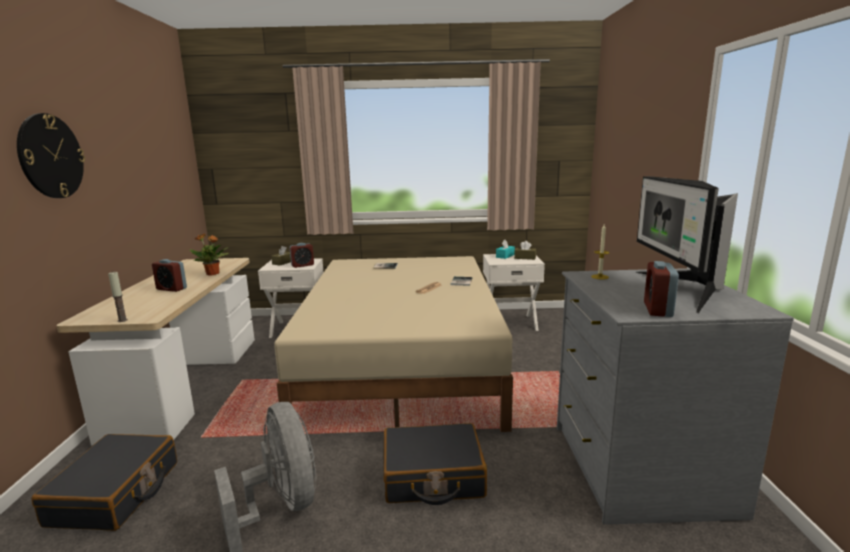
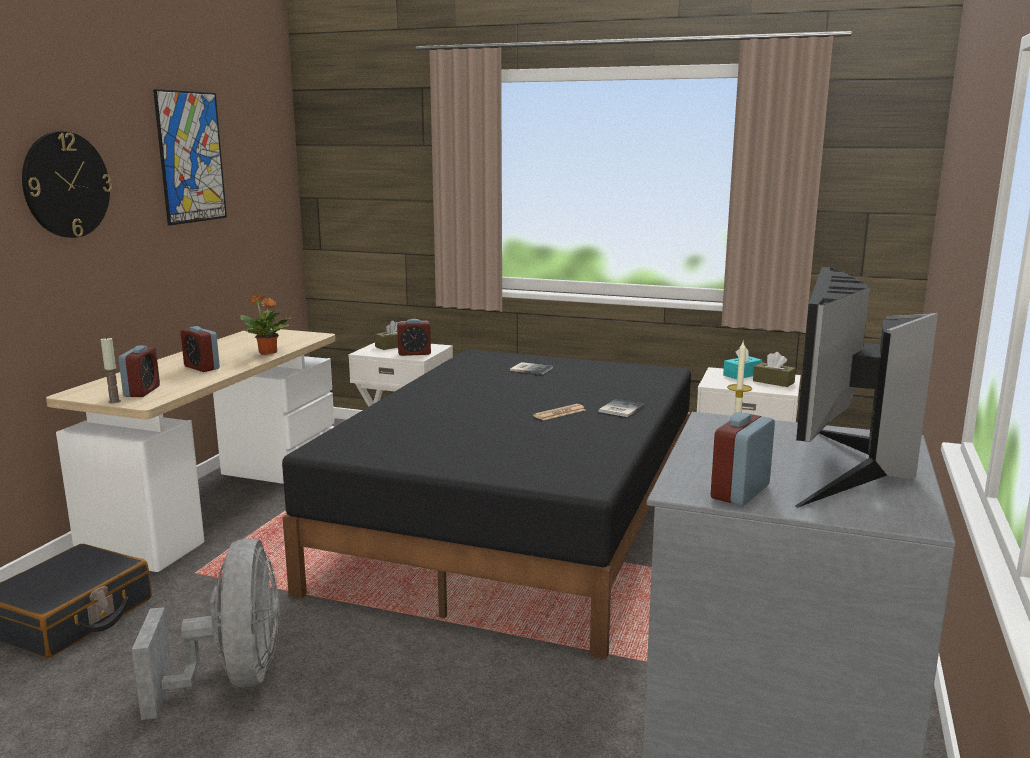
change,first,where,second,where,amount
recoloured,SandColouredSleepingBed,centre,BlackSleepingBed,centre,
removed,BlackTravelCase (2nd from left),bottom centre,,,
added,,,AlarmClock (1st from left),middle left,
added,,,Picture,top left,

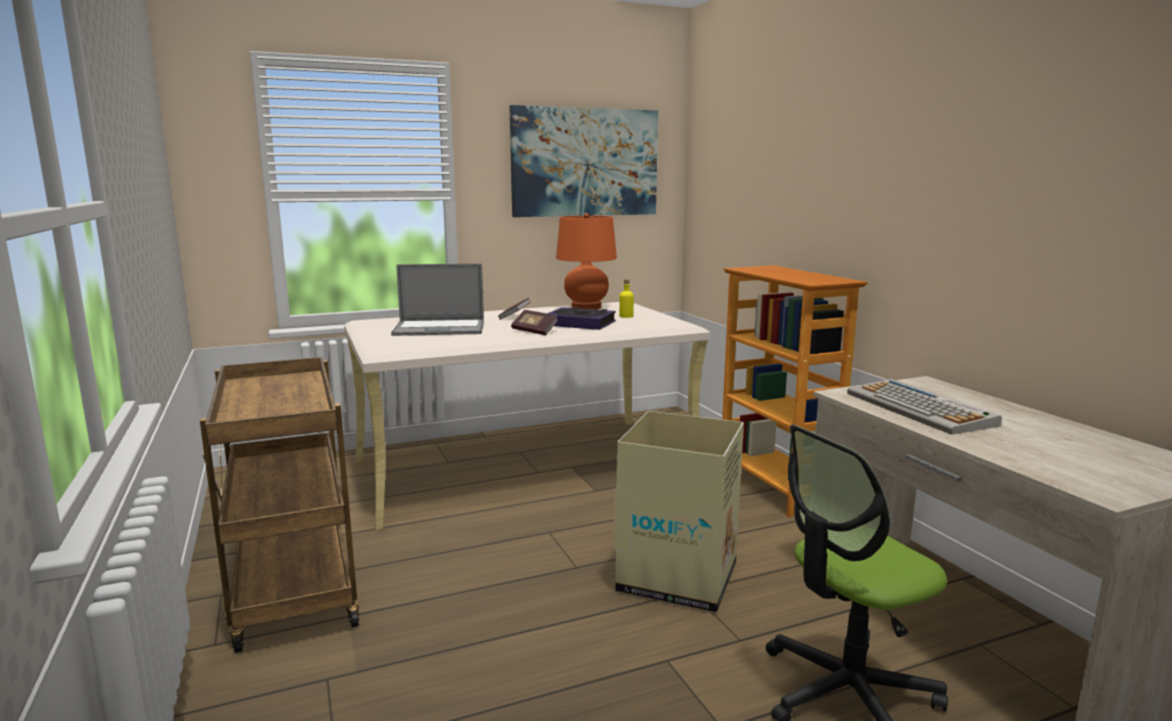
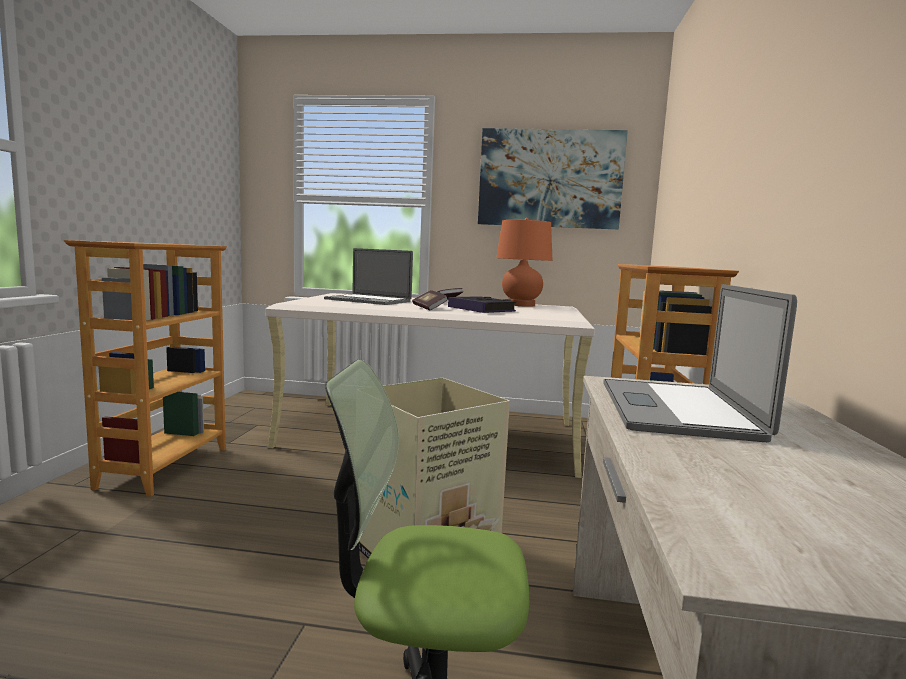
change,first,where,second,where,amount
replaced,BrownishTrolley,bottom left,ShelvingUnit (1st from left),middle left,
removed,YellowColouredDrinkBottle,centre,,,
replaced,ComputerKeyboard,middle right,Laptop (2nd from left),middle right,

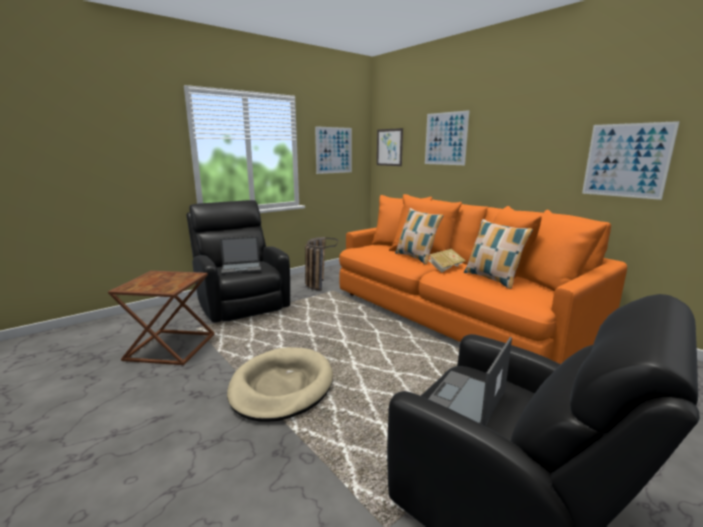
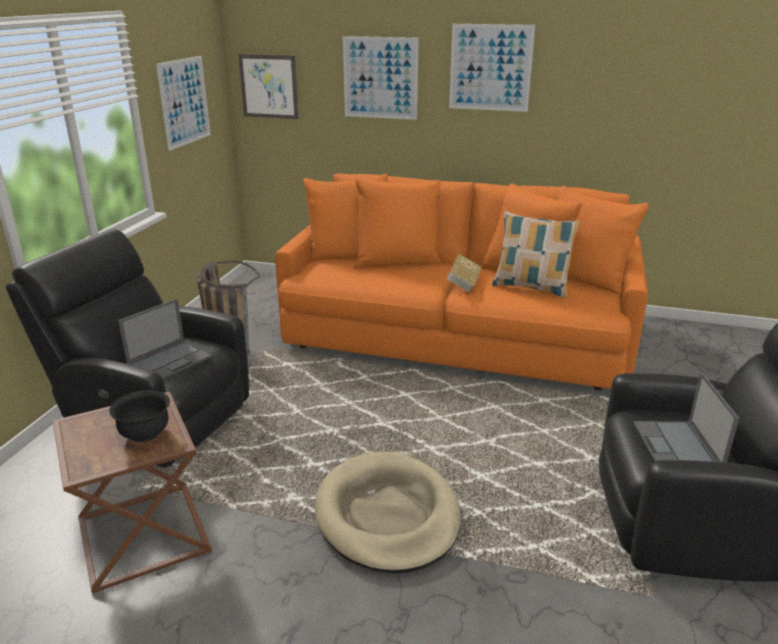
change,first,where,second,where,amount
removed,Cushion (1st from left),centre,,,
moved,Picture (4th from left),top right,,top centre,
added,,,BlackBowl,middle left,

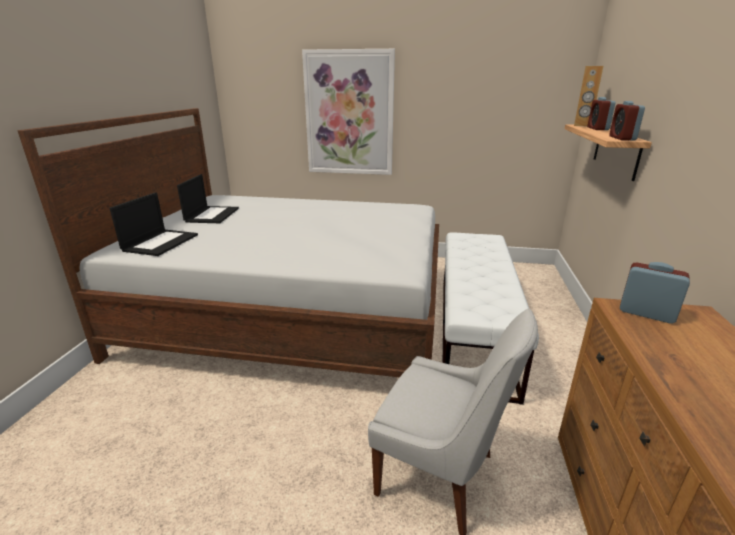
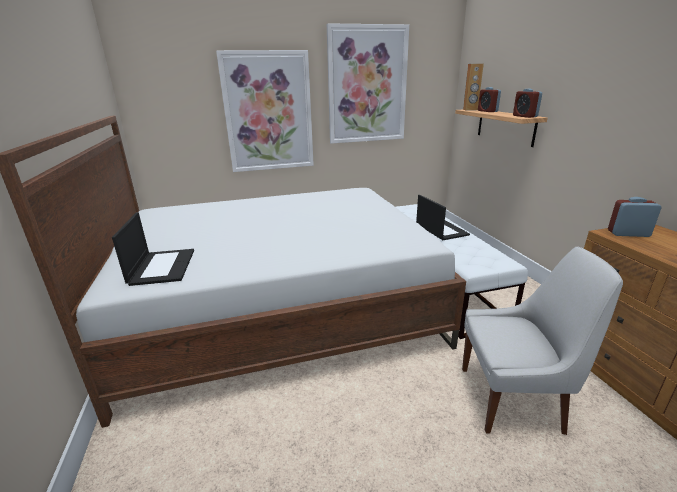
change,first,where,second,where,amount
moved,Laptop (2nd from left),middle left,,centre,
added,,,Picture (2nd from left),top centre,

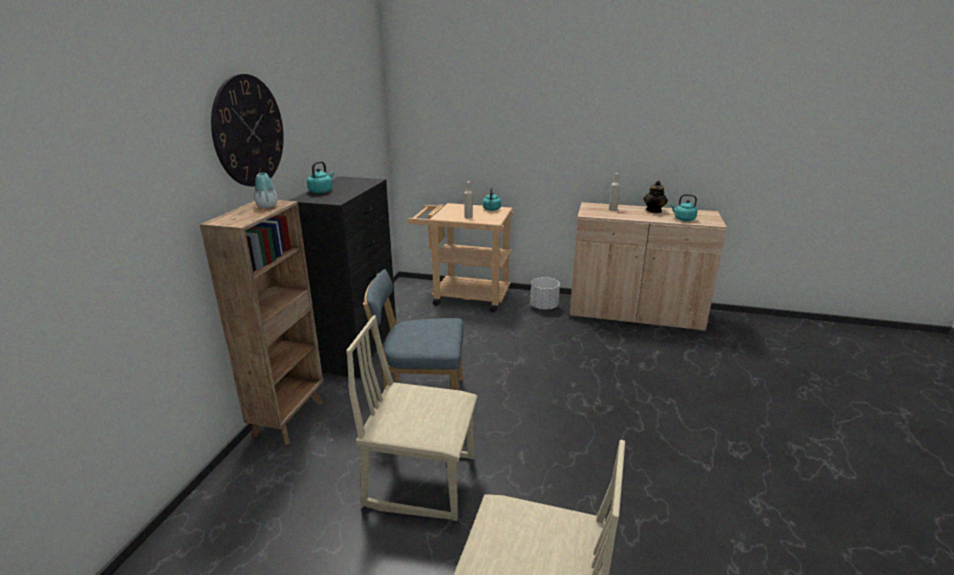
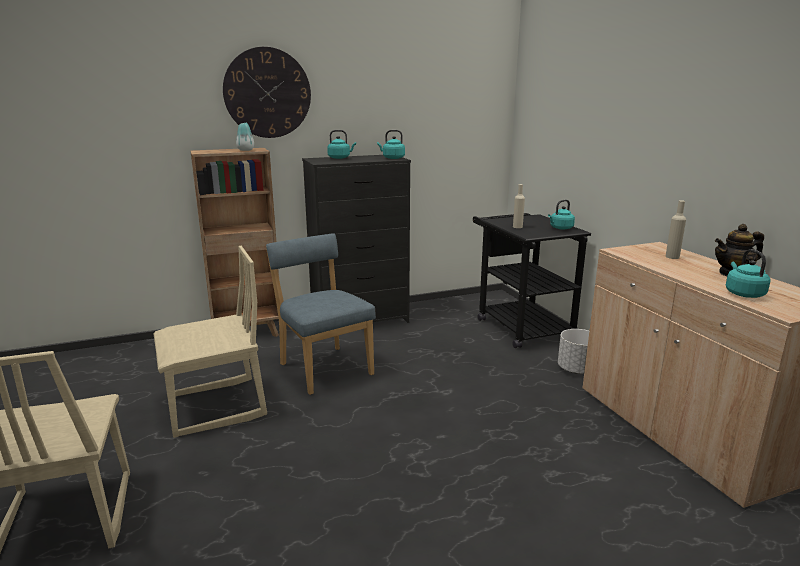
change,first,where,second,where,amount
turned,SandColouredPlainChair (1st from left in the first image),bottom centre,SandColouredPlainChair (2nd from left),middle left,90 degrees clockwise
recoloured,SandColouredTrolley,centre,BlackTrolley,centre,
added,,,TurquoiseTeaKettle (2nd from left),top centre,

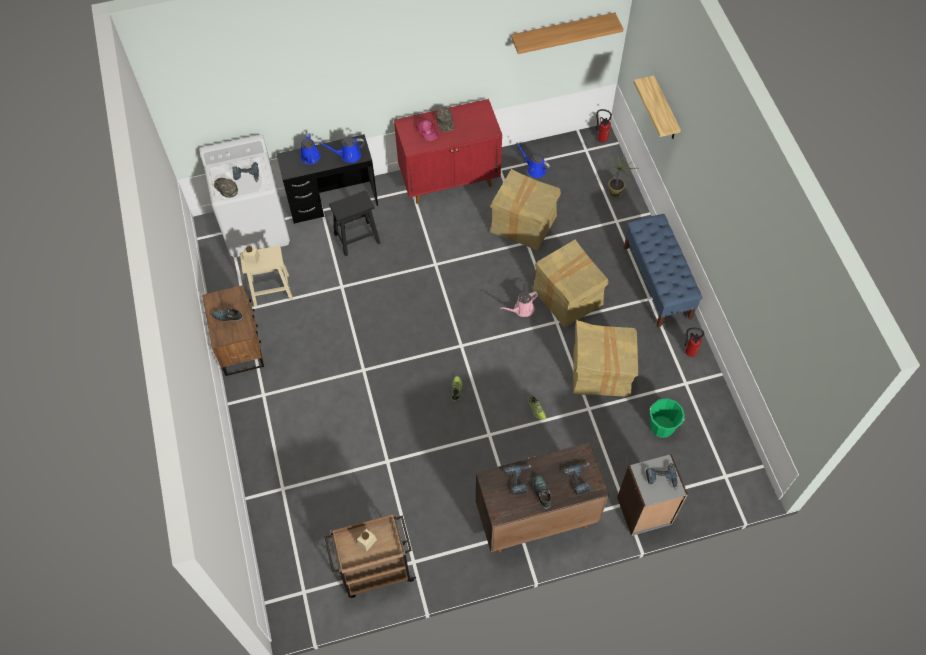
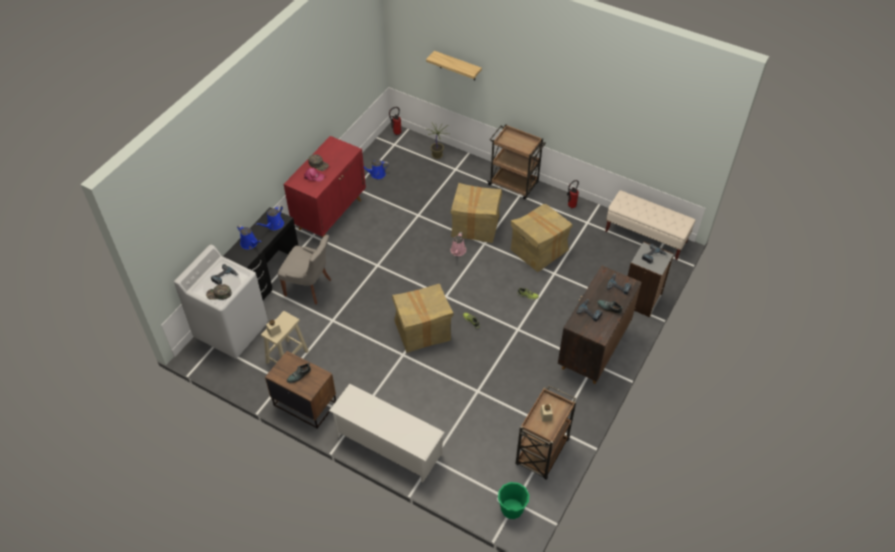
change,first,where,second,where,amount
replaced,BlackStool,centre,GrayPlainChair,centre,
moved,CardboardBox (1st from left),top centre,,centre,
removed,BracketShelf (1st from left),top centre,,,
replaced,BlueBench,middle right,BrownishTrolley (1st from left),top centre,
moved,GreenishBucket,middle right,,bottom centre,
added,,,WhiteColouredShoeShelf,bottom centre,
added,,,SandColouredBench,middle right,

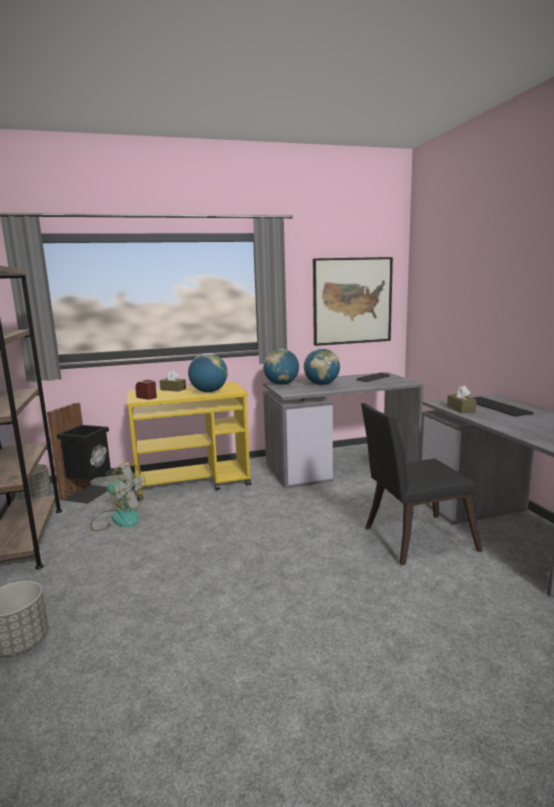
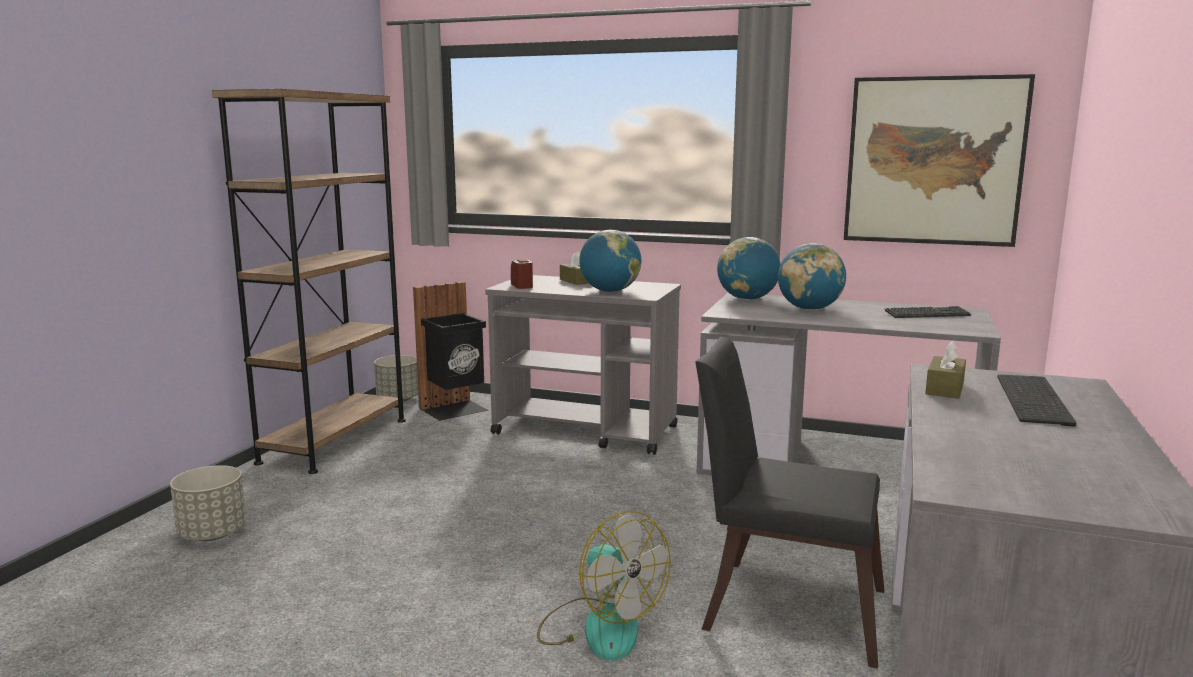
change,first,where,second,where,amount
moved,CoolingFan,middle left,,bottom centre,
recoloured,YellowColouredTrolley,centre,GrayTrolley,centre,

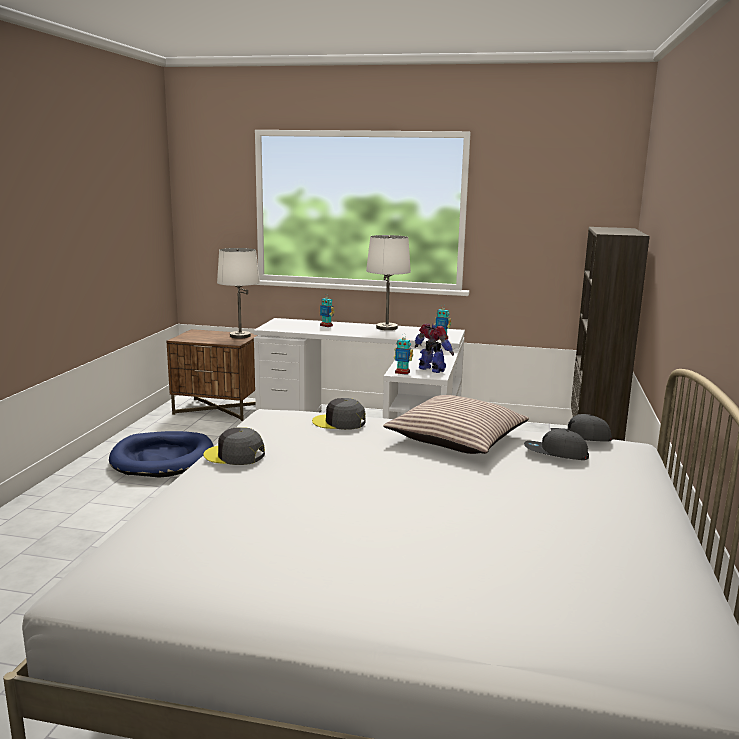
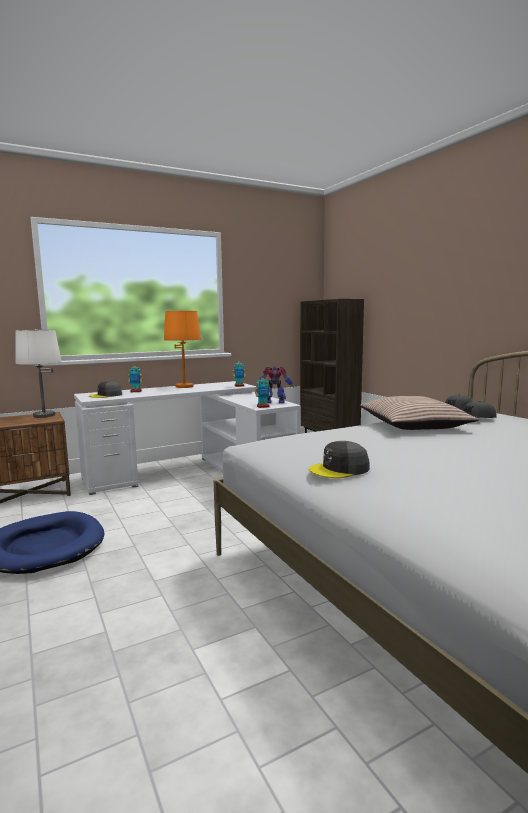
change,first,where,second,where,amount
moved,GrayPeakedCap (2nd from left in the first image),centre,GrayPeakedCap (1st from left),middle left,
recoloured,WhiteColouredTableLamp (2nd from left),centre,OrangeColouredTableLamp,centre,

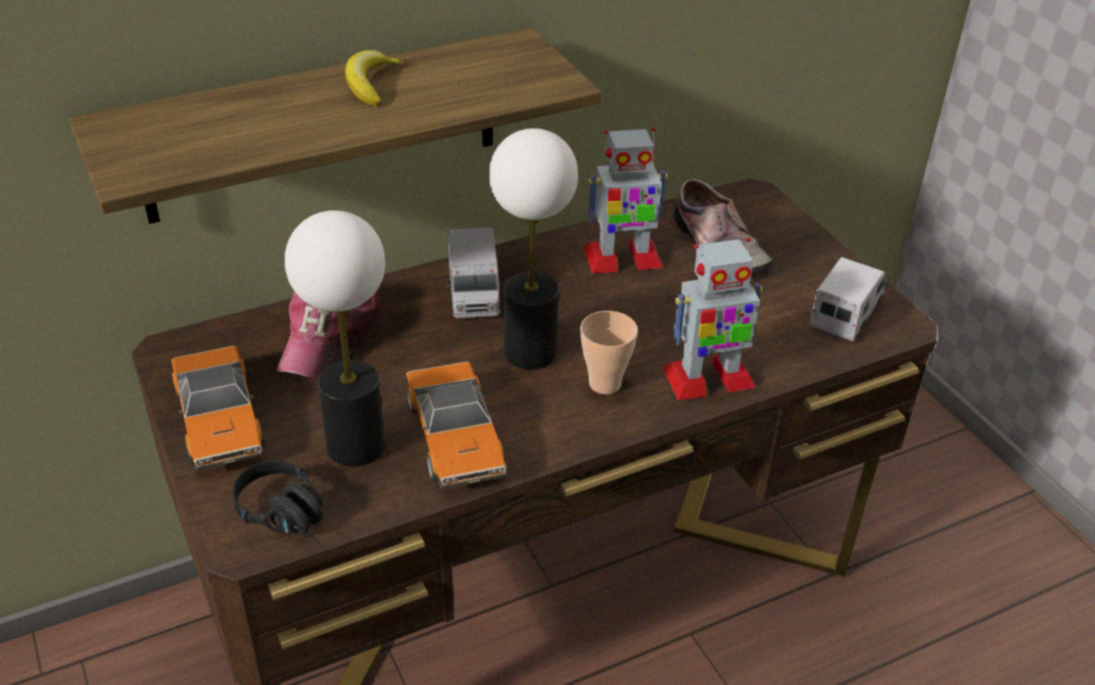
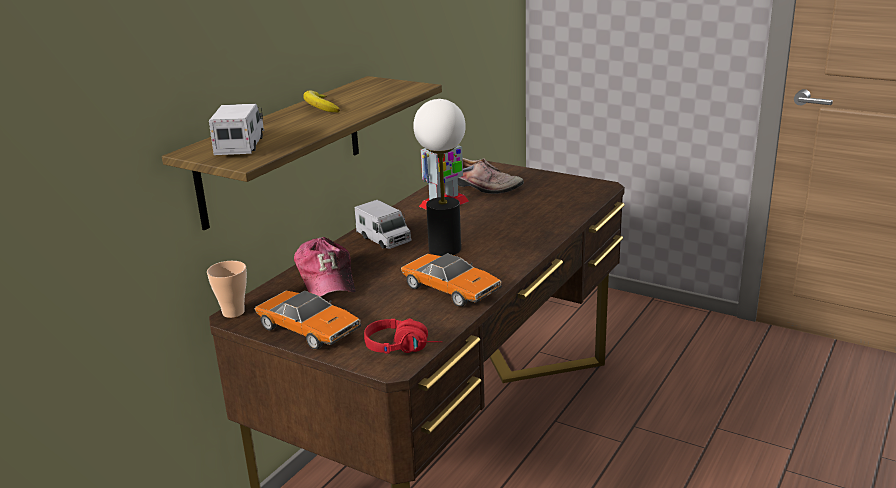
change,first,where,second,where,amount
recoloured,BlackHeadphones,bottom left,RedHeadphones,bottom centre,
removed,TableLamp (1st from left),middle left,,,
moved,Cup,centre,,middle left,
removed,RobotFigure (2nd from left),centre,,,
moved,ModelTruck (2nd from left in the first image),middle right,ModelTruck (1st from left),top left,

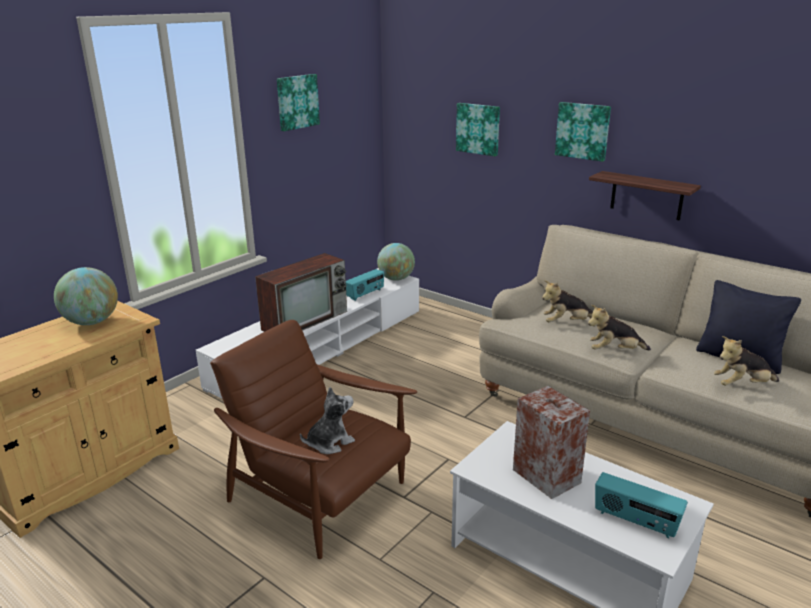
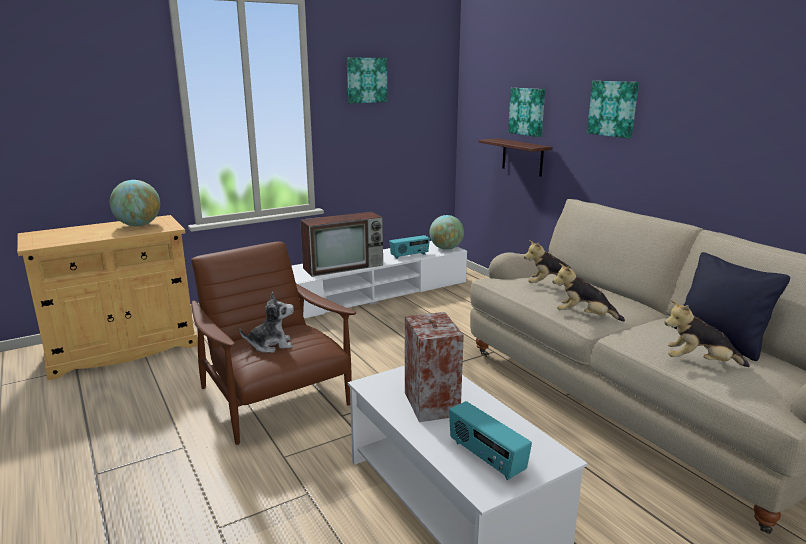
change,first,where,second,where,amount
moved,BracketShelf,top right,,top centre,

